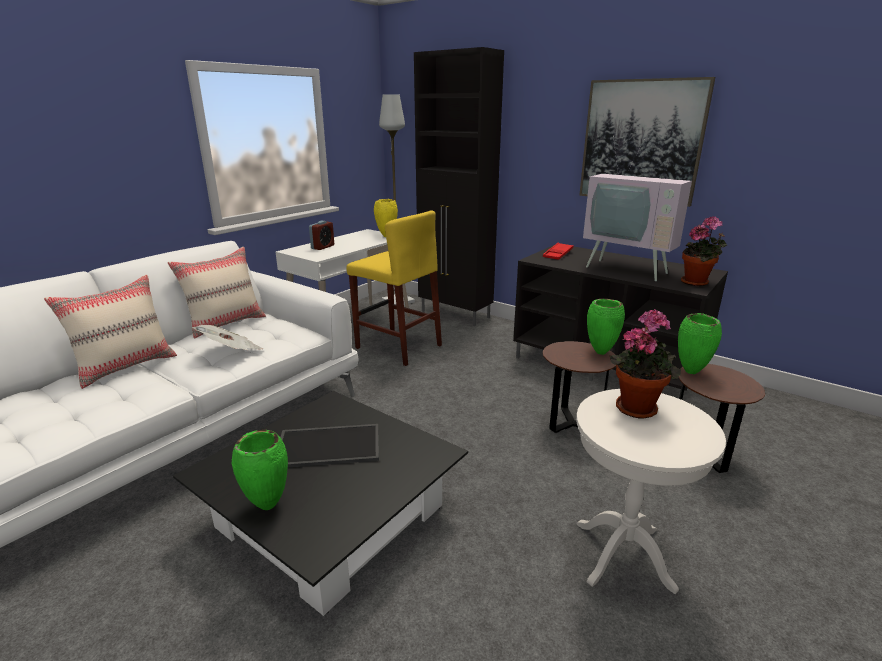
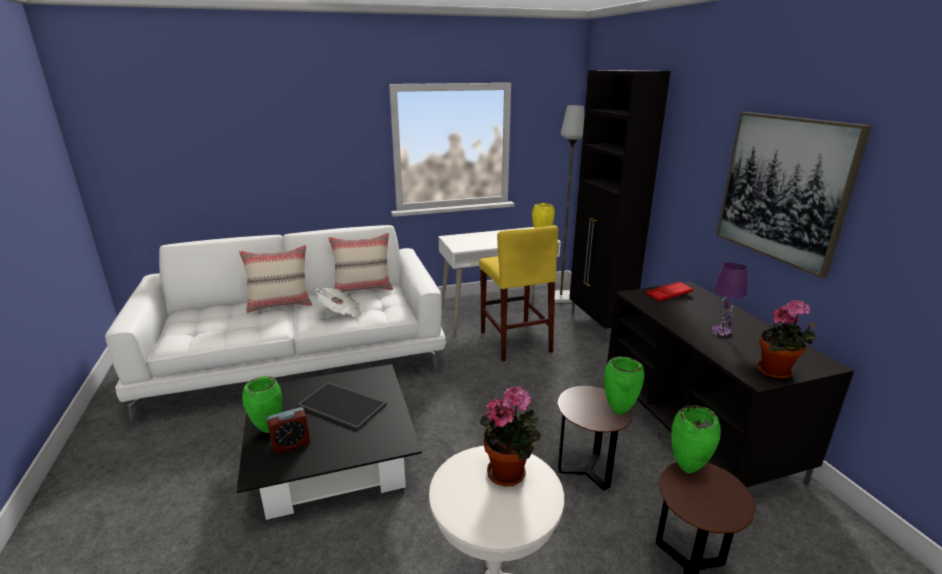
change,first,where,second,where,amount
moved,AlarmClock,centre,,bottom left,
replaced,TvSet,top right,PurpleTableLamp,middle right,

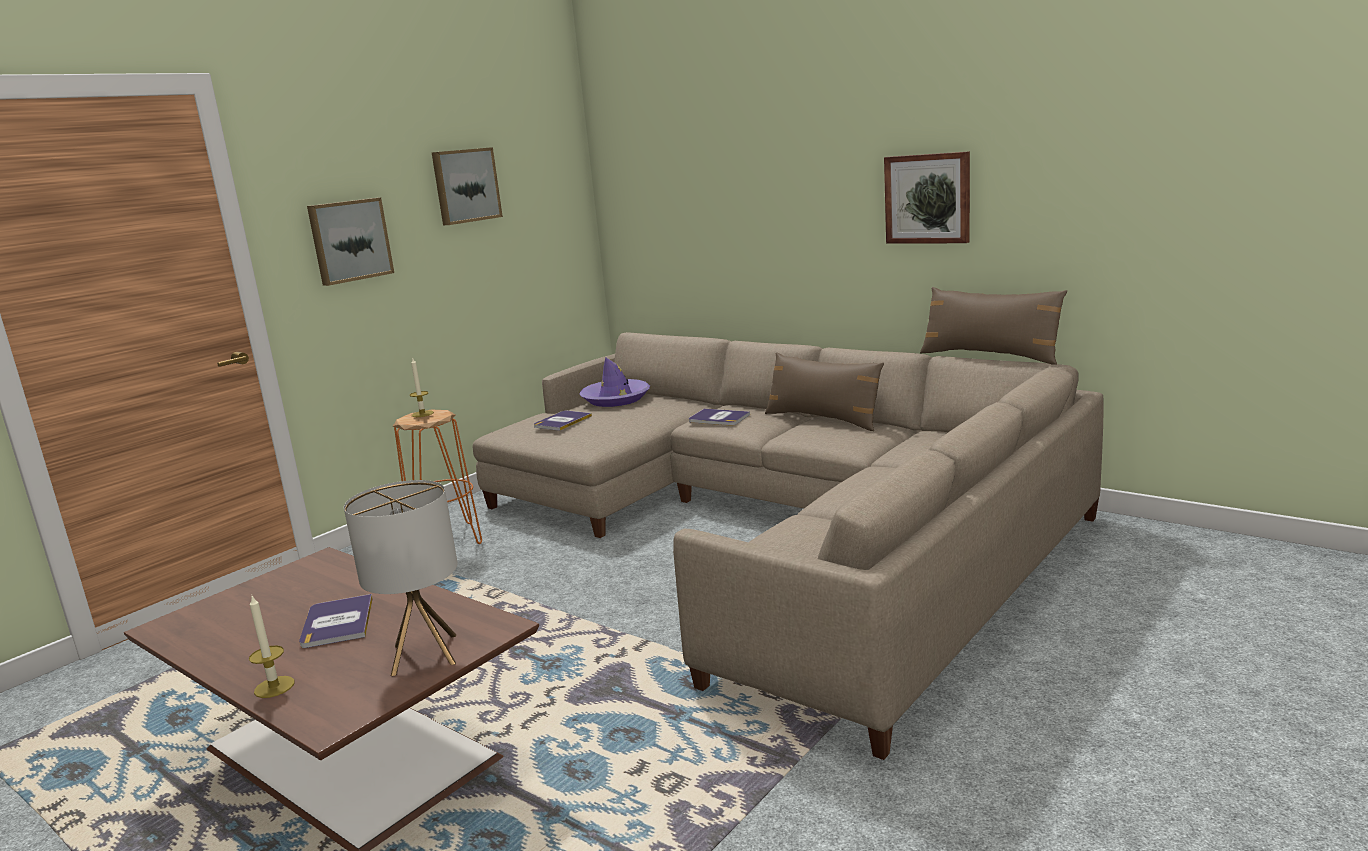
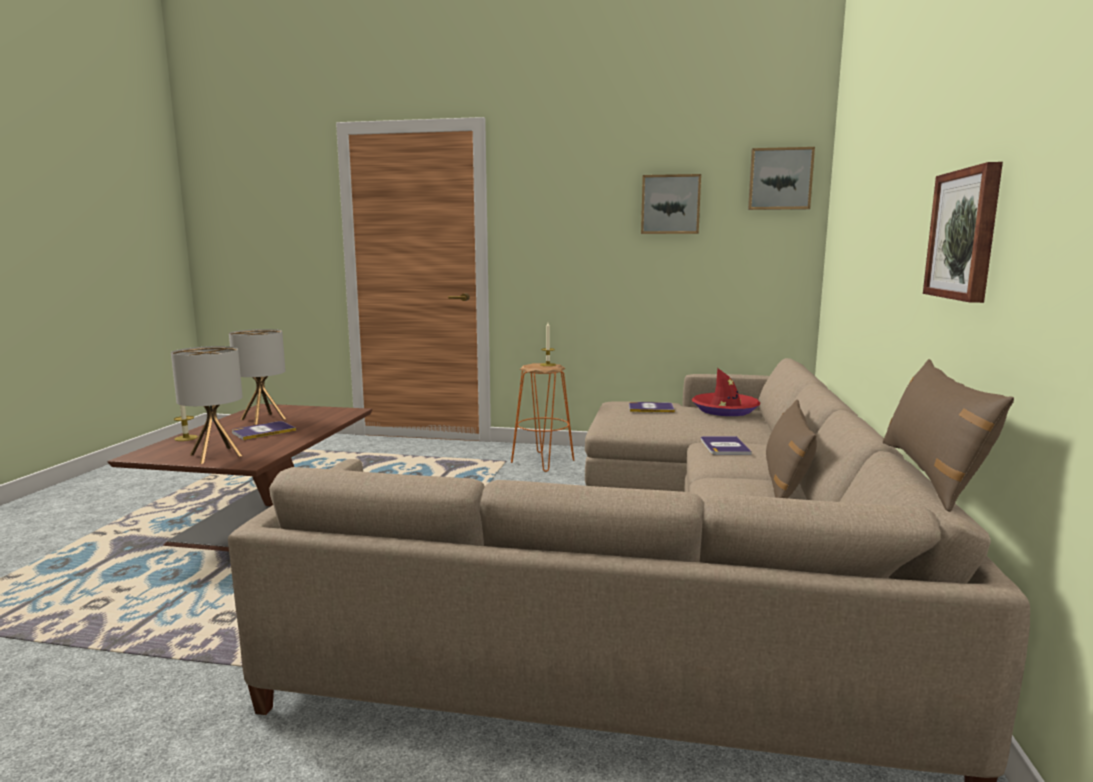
change,first,where,second,where,amount
moved,Picture (1st from left in the first image),top left,Picture (2nd from left),top right,
recoloured,PurpleClothingHat,centre,RedClothingHat,centre,
added,,,TableLamp (2nd from left),middle left,

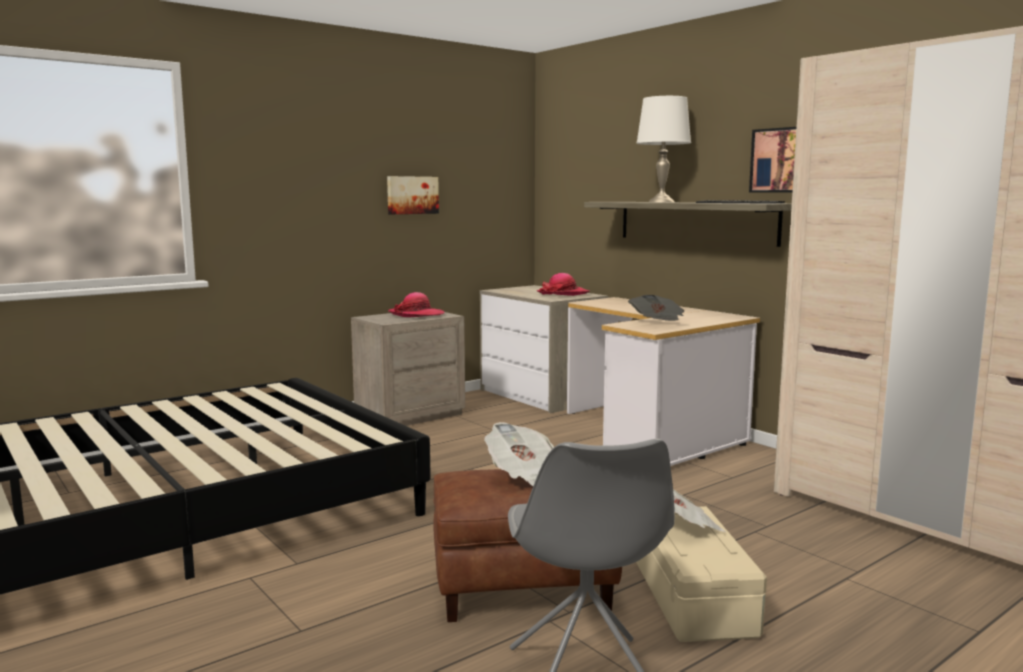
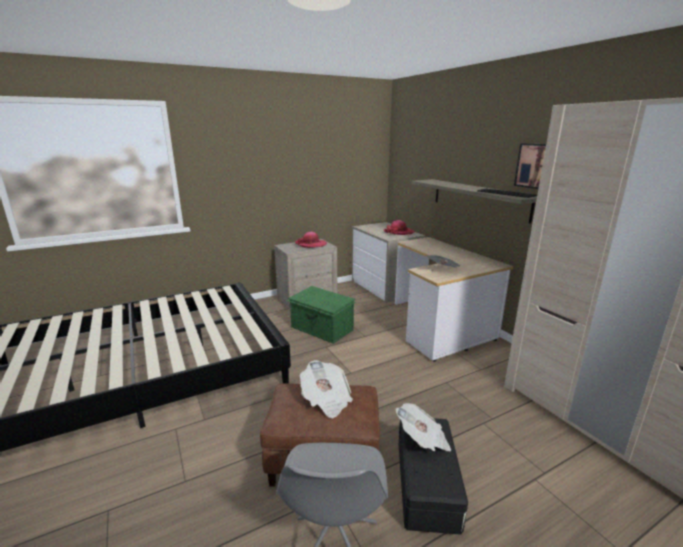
change,first,where,second,where,amount
removed,Picture (1st from left),top centre,,,
removed,WhiteColouredTableLamp,top centre,,,
recoloured,SandColouredStorageContainer,bottom right,BlackStorageContainer,bottom centre,
added,,,GreenishStorageContainer,centre,

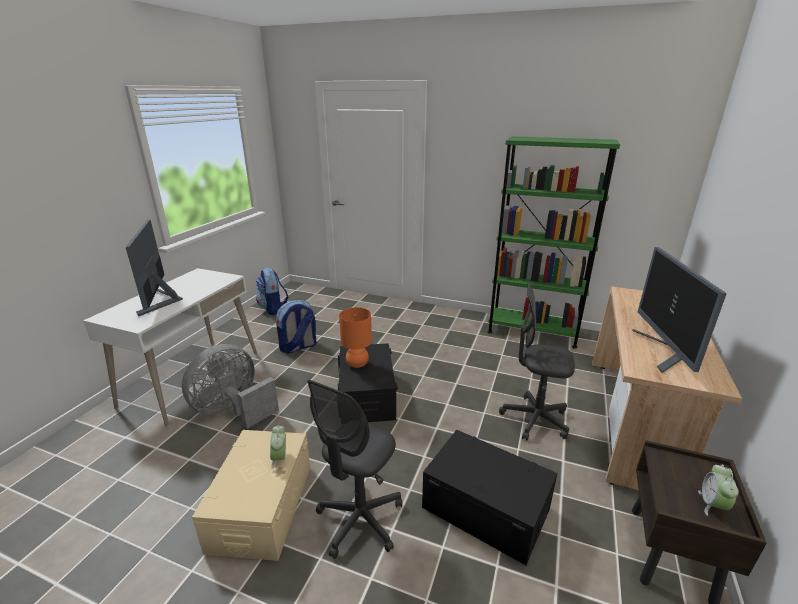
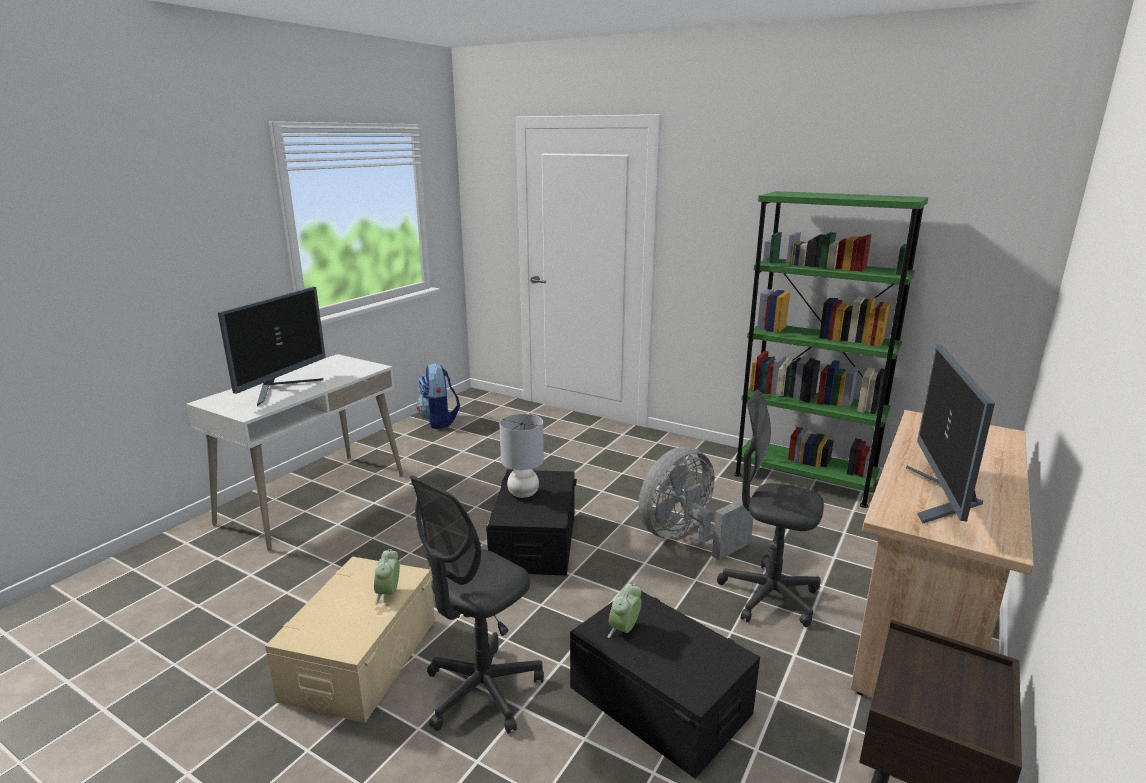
change,first,where,second,where,amount
turned,ComputerDisplay (1st from left),middle left,,middle left,150 degrees counterclockwise
moved,GrayCoolingFan,middle left,,centre,
removed,Rucksack (2nd from left),centre,,,
recoloured,OrangeColouredTableLamp,centre,GrayTableLamp,centre,
moved,AlarmClock (2nd from left),bottom right,,bottom centre,

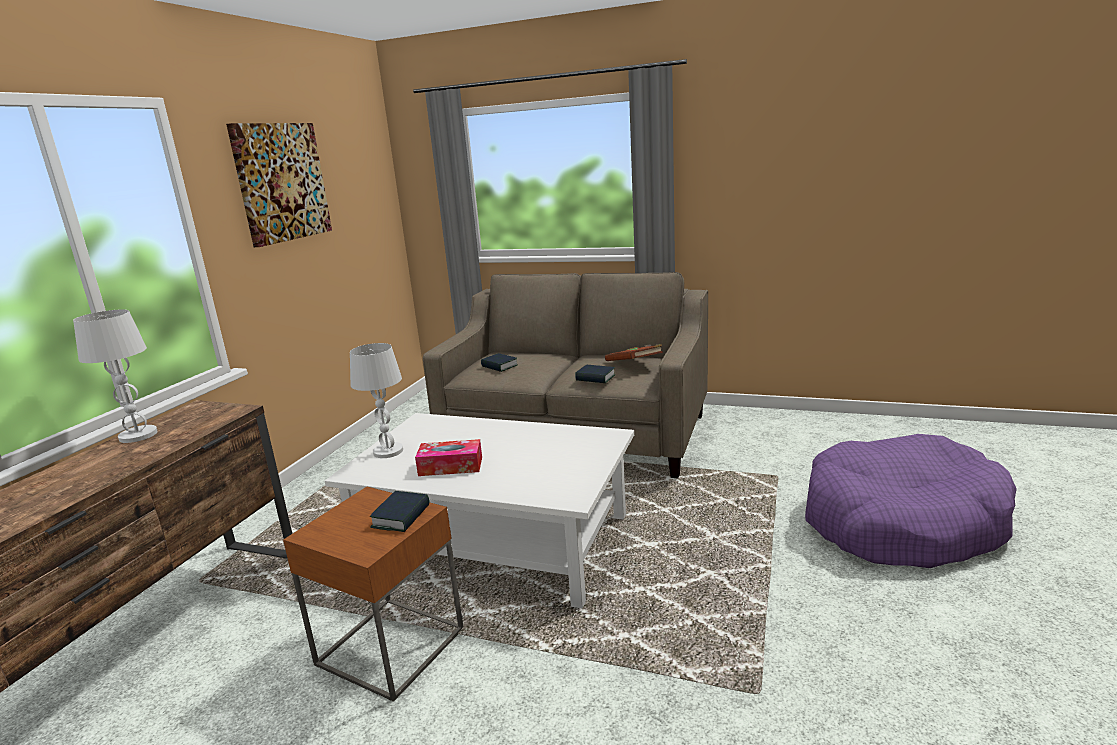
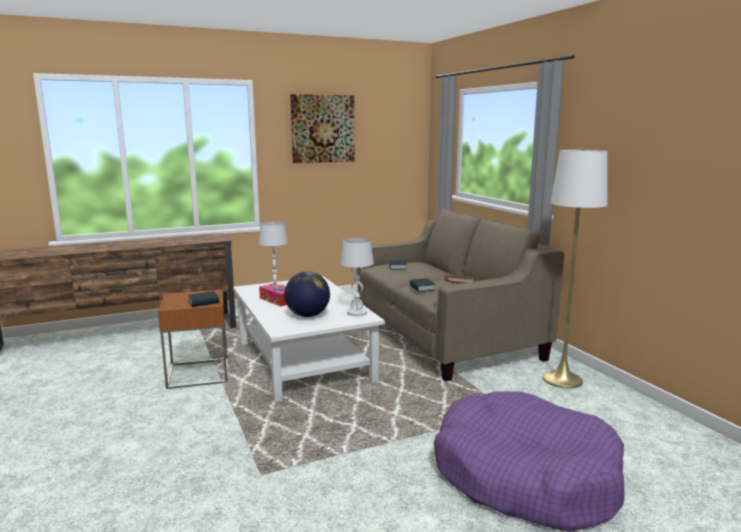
change,first,where,second,where,amount
moved,WhiteColouredTableLamp (1st from left in the first image),middle left,WhiteColouredTableLamp (2nd from left),centre,
added,,,DeskGlobe,centre,
added,,,WhiteColouredStandardLamp,middle right,

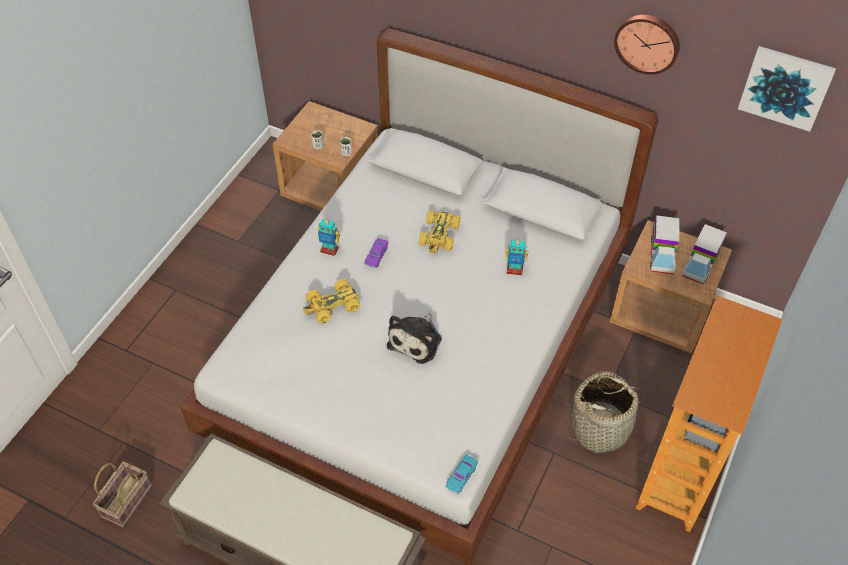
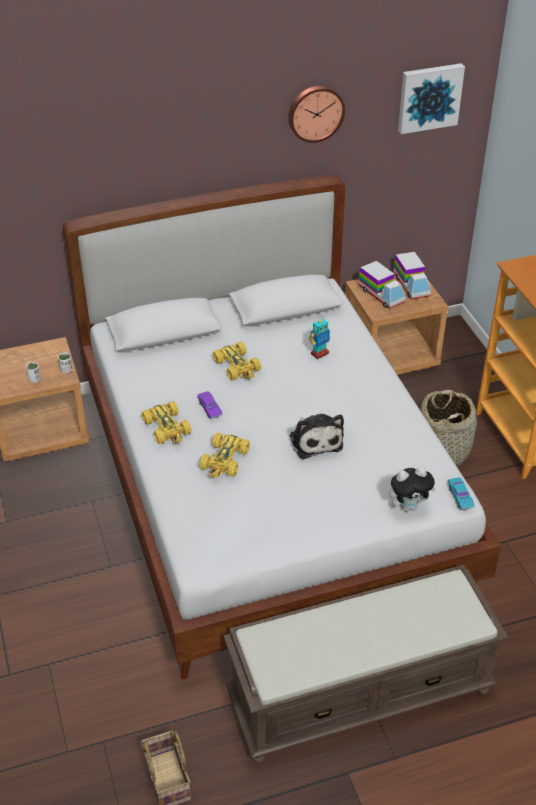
change,first,where,second,where,amount
replaced,RobotFigure (1st from left),centre,YellowColouredMiniatureCar (1st from left),middle left,
added,,,CuddlyToy (2nd from left),middle right,

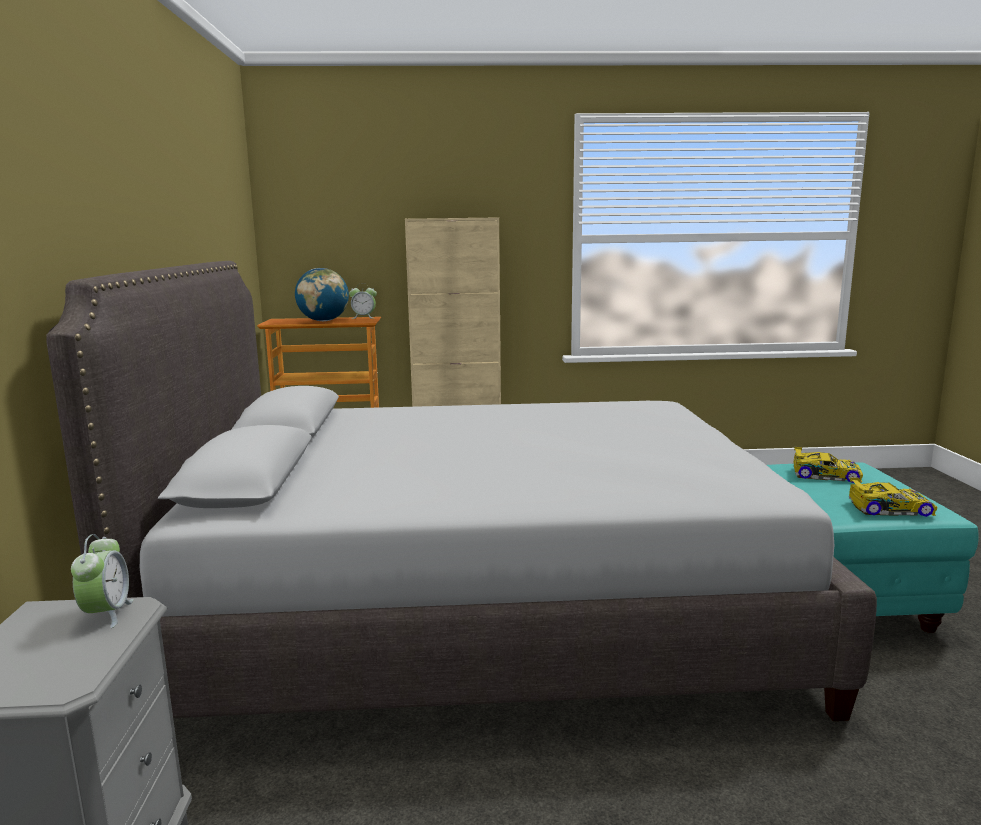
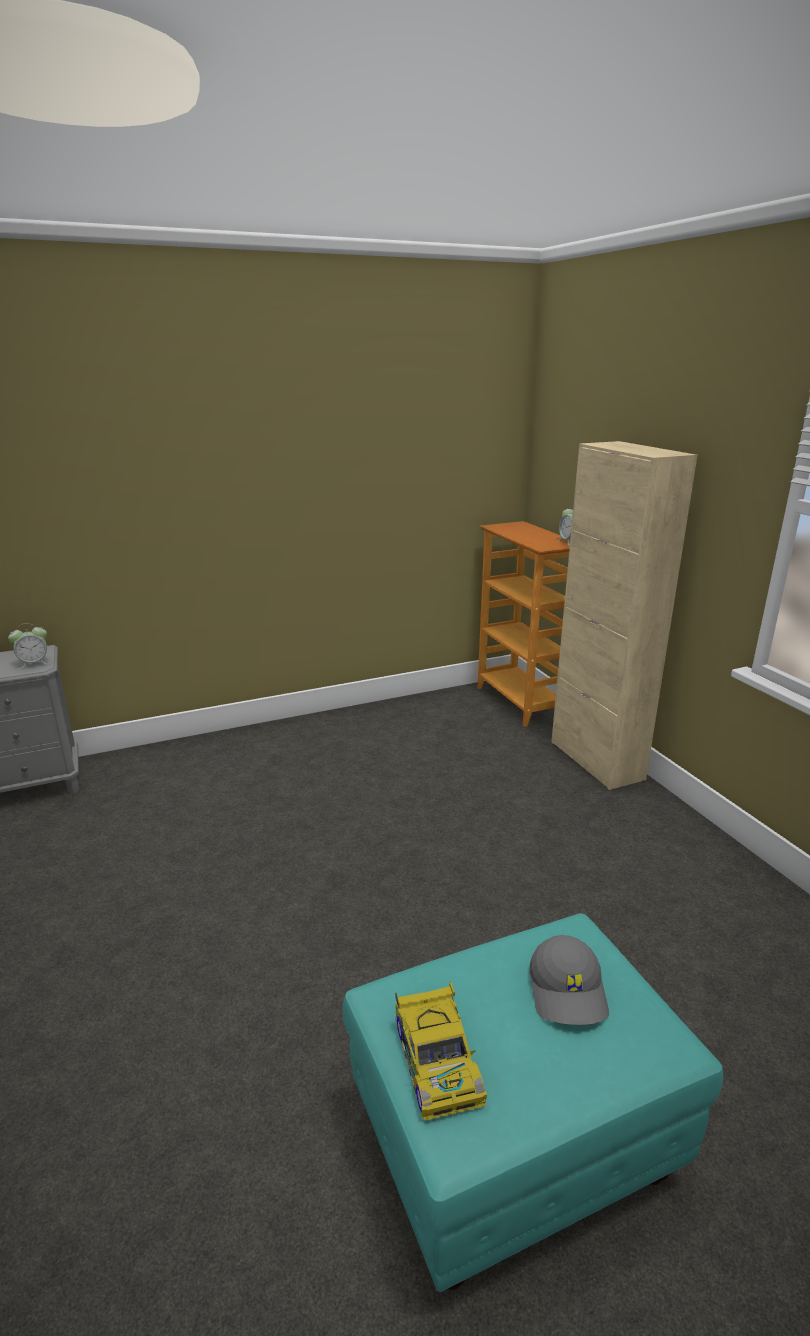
change,first,where,second,where,amount
removed,GraySleepingBed,centre,,,
removed,DeskGlobe,middle left,,,
replaced,MiniatureCar (1st from left),middle right,GrayPeakedCap,bottom right,

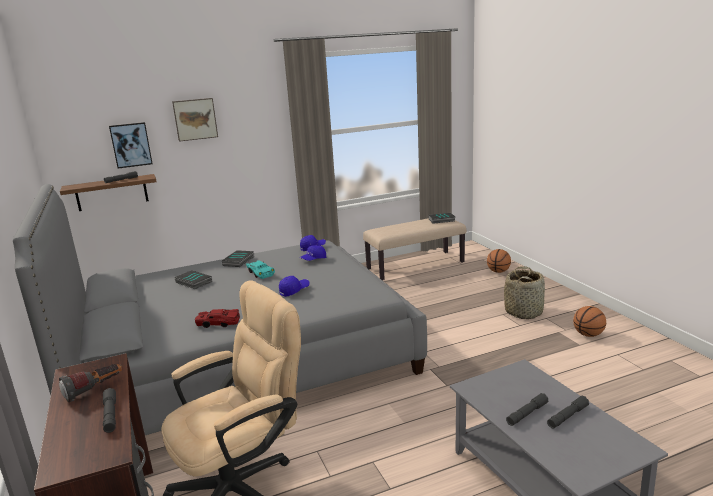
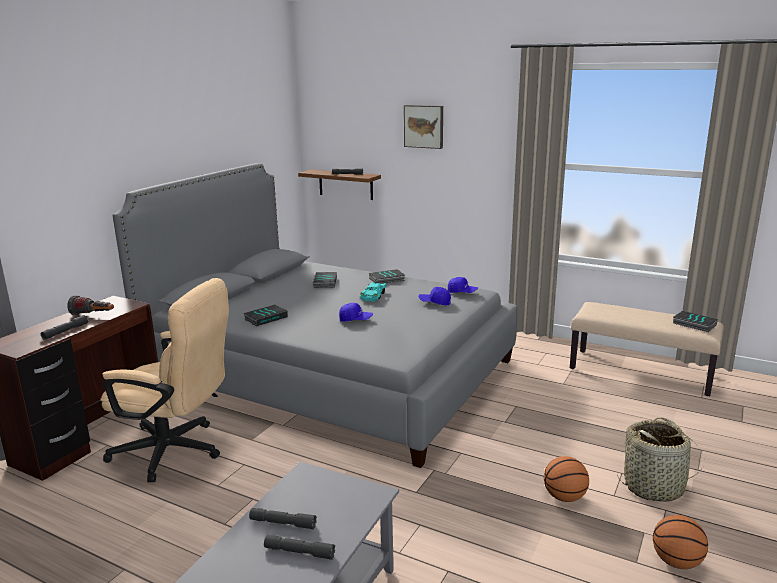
change,first,where,second,where,amount
removed,Picture (1st from left),top left,,,
replaced,RedMiniatureCar,middle left,Volume (1st from left),centre,
moved,BallForBasketball (1st from left),middle right,,bottom right,

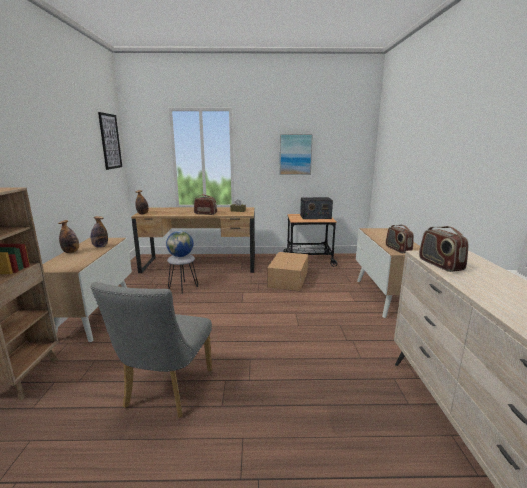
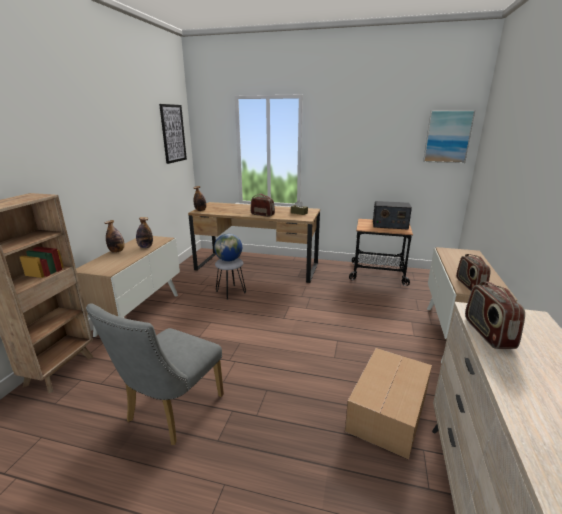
change,first,where,second,where,amount
moved,CardboardBox,centre,,bottom right,
moved,Picture (2nd from left),top centre,,top right,

